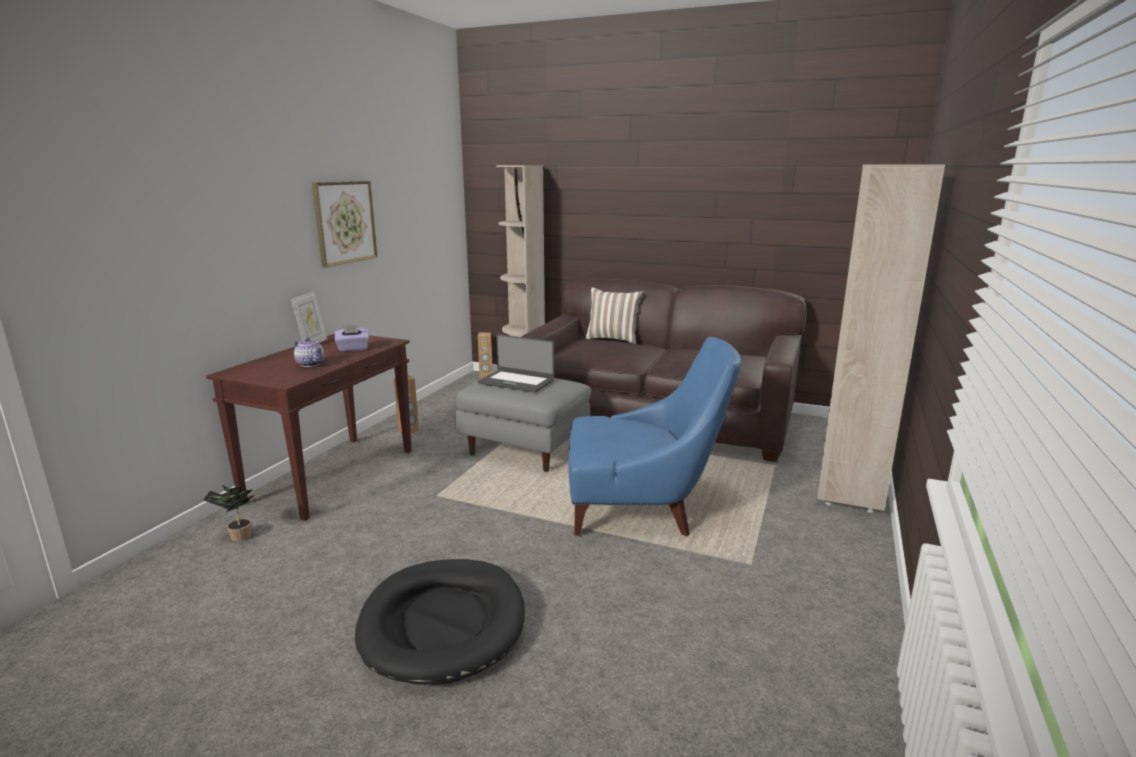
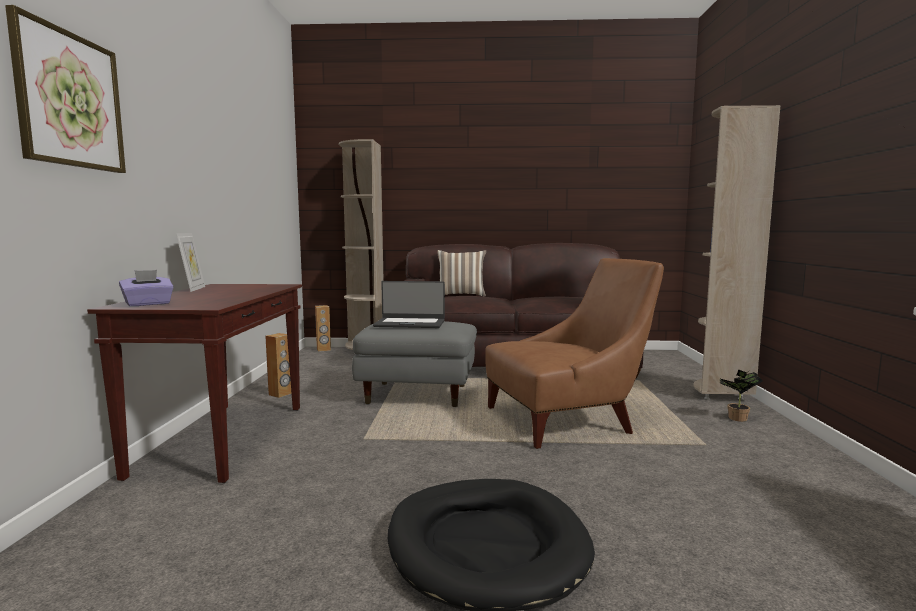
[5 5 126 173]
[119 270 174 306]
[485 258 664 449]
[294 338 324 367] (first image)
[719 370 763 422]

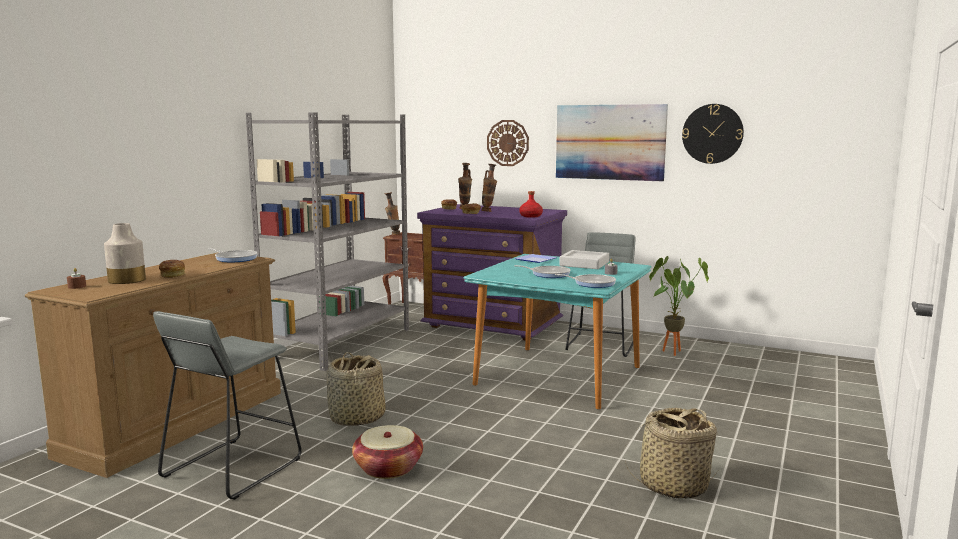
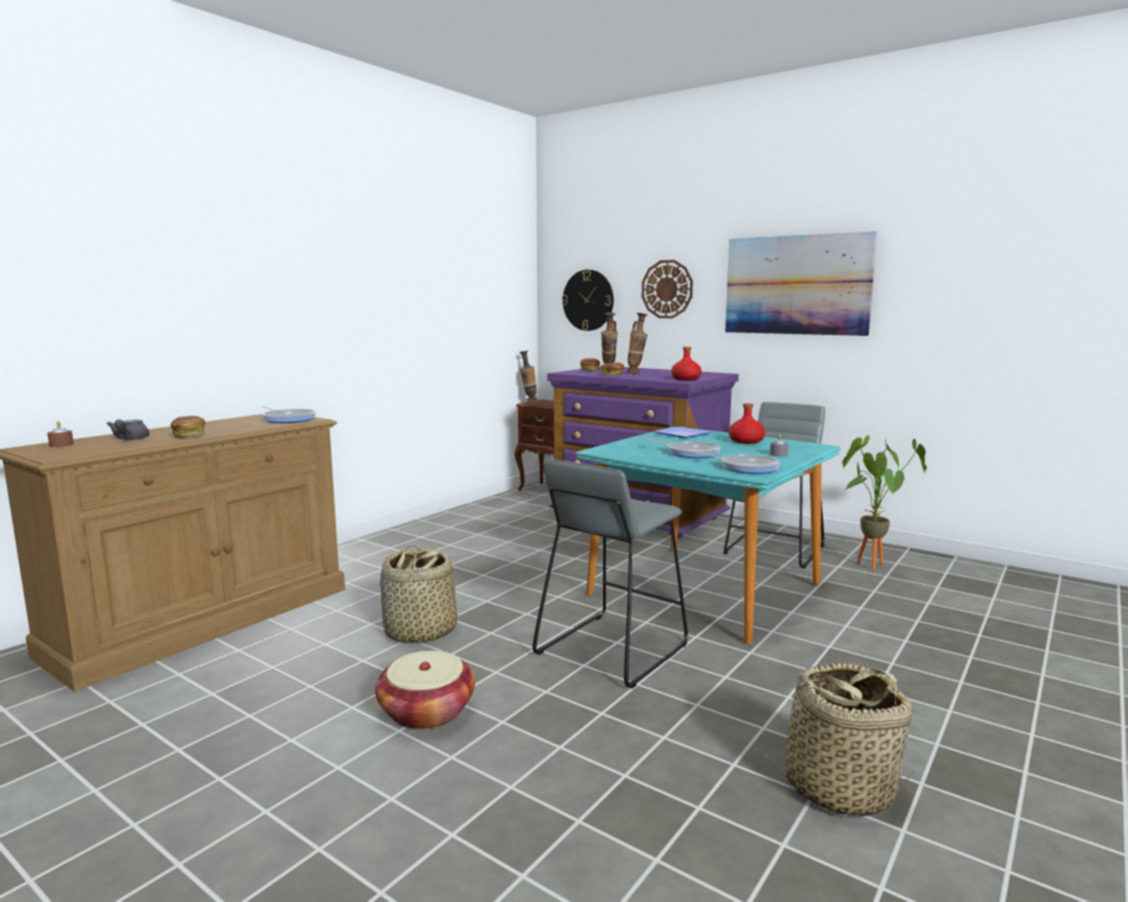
[562 270 614 331]
[246 113 409 371] (first image)
[107 419 150 440]
[729 403 765 444]
[532 459 688 689]

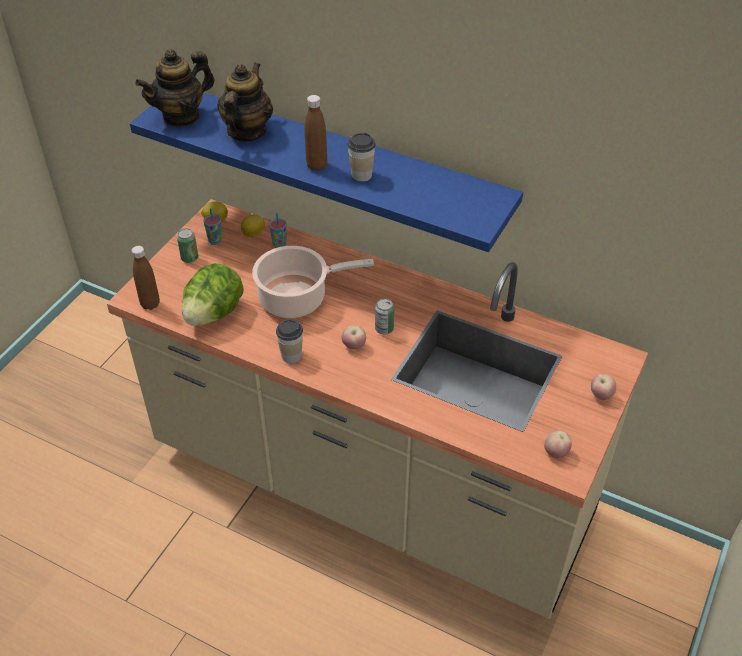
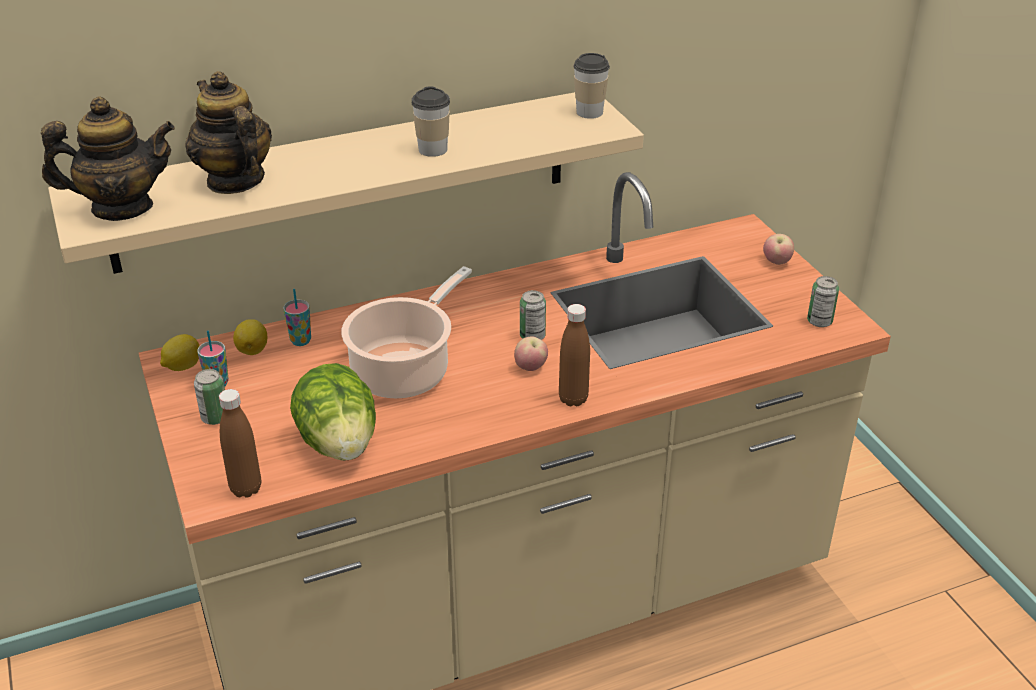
[41 96 175 221]
[48 92 644 274]
[559 304 590 407]
[573 53 610 119]
[807 276 839 327]

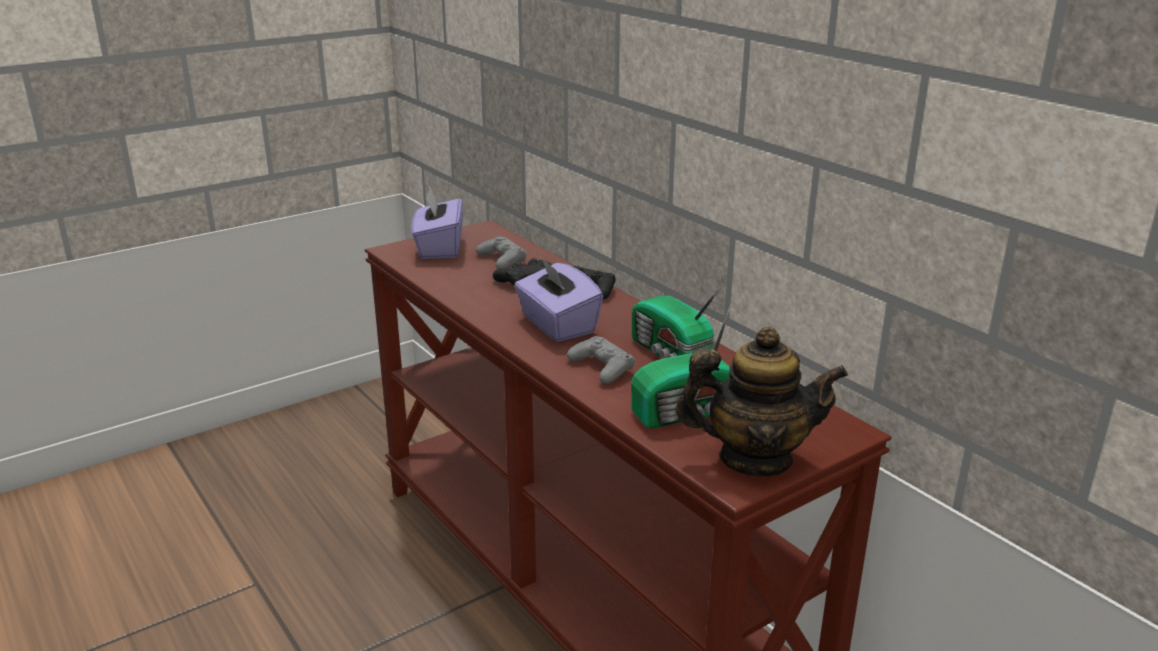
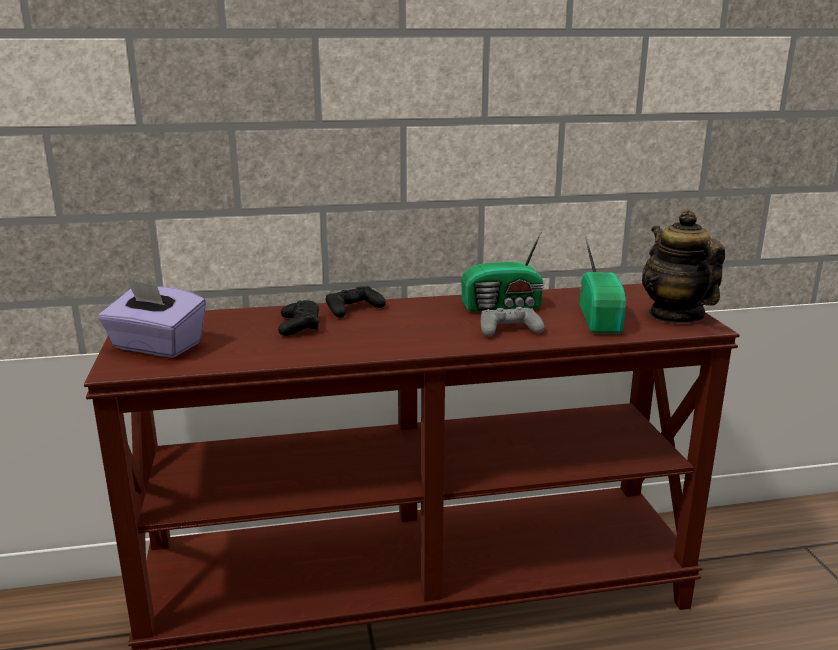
[476 236 527 269] (first image)
[514 257 603 342] (first image)
[642 210 725 324]

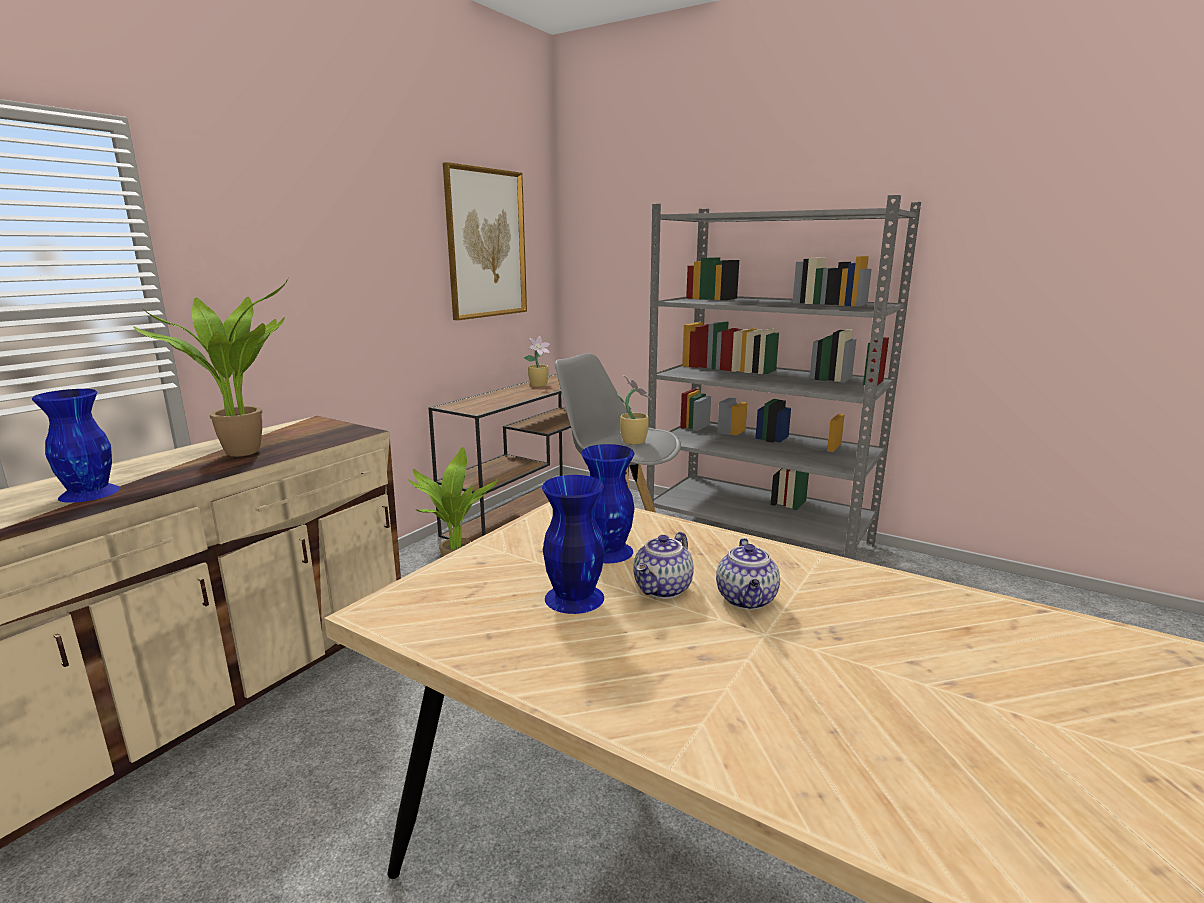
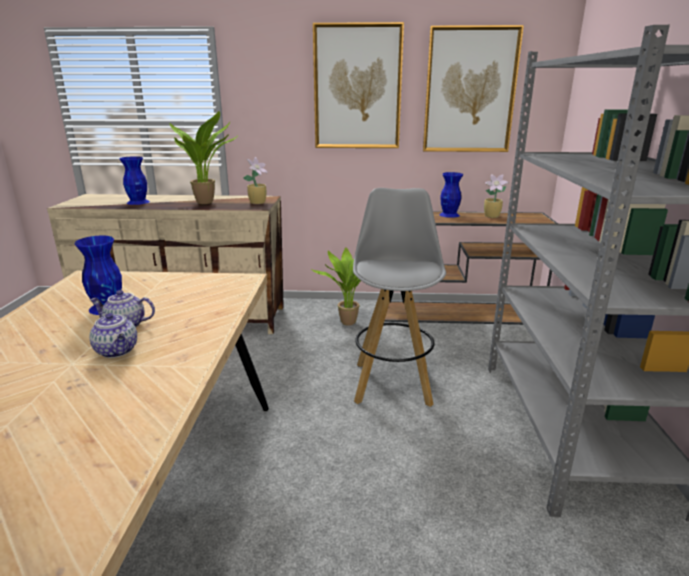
[243 157 268 204]
[439 172 463 218]
[89 312 137 358]
[313 22 404 148]

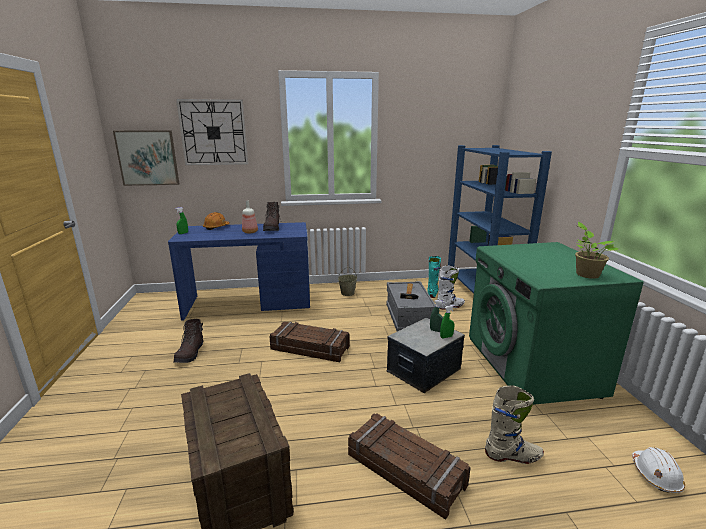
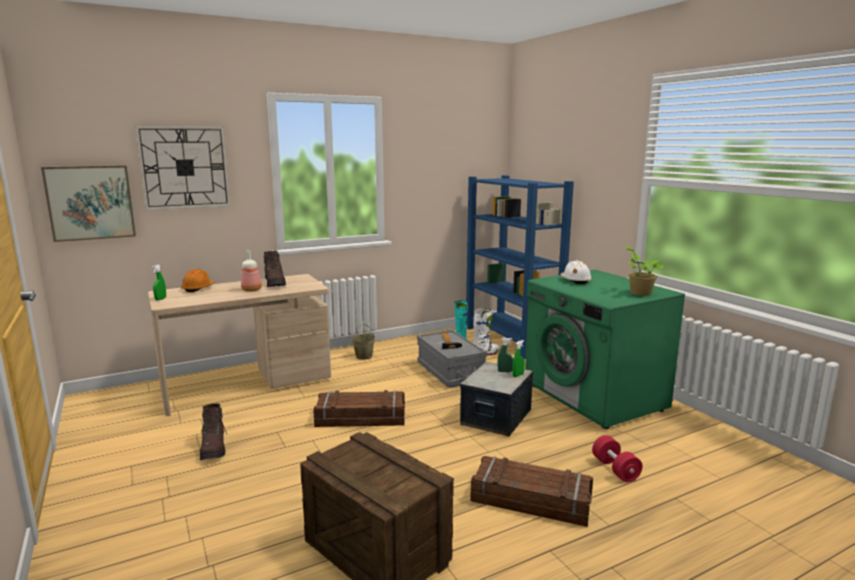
[148 274 331 416]
[592 435 642 482]
[560 260 592 284]

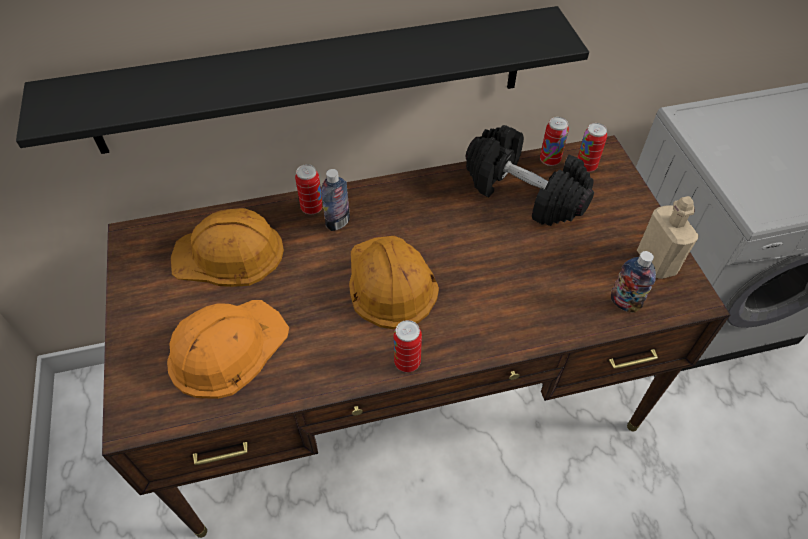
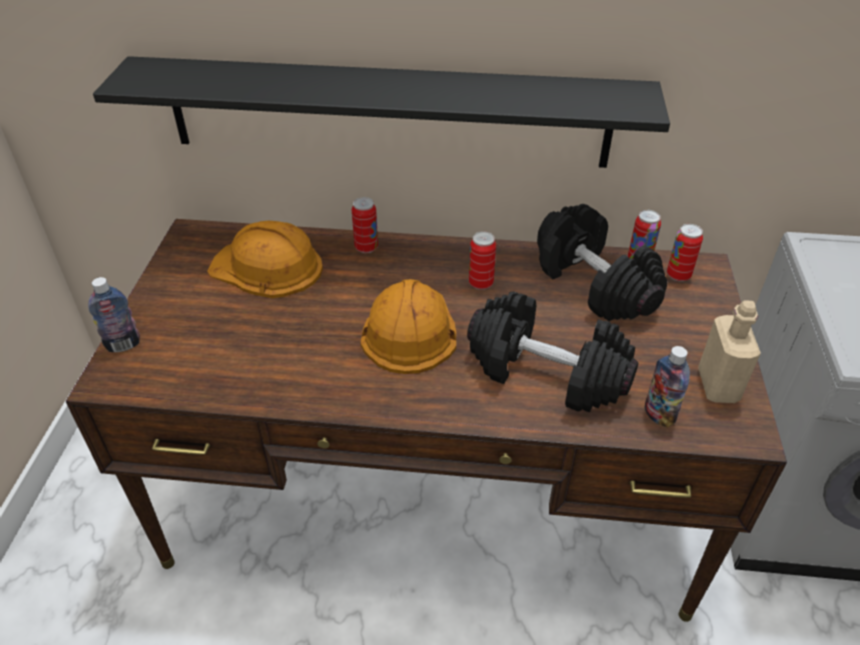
[88 277 140 352]
[167 300 289 399] (first image)
[469 231 496 290]
[467 291 638 412]

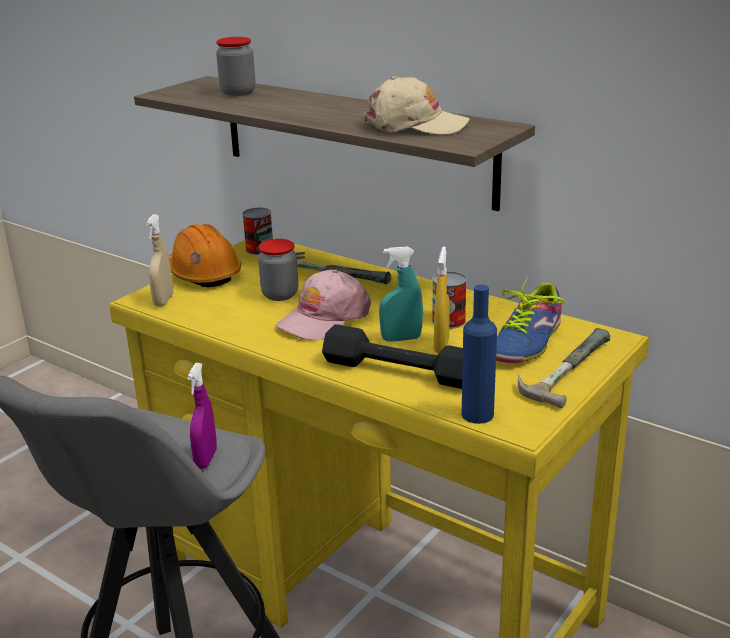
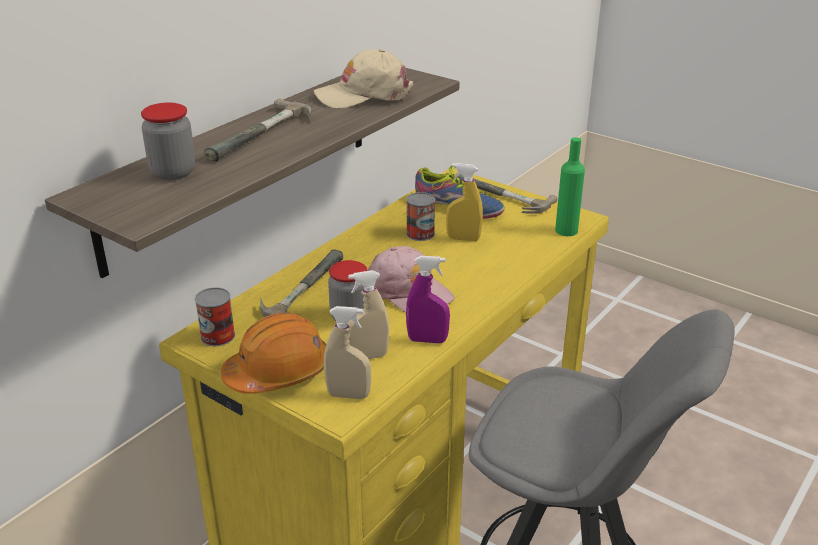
[314 49 413 108]
[379 247 423 342] (first image)
[555 137 585 236]
[322 324 463 389] (first image)
[406 256 450 343]
[204 98 312 162]
[347 270 389 359]

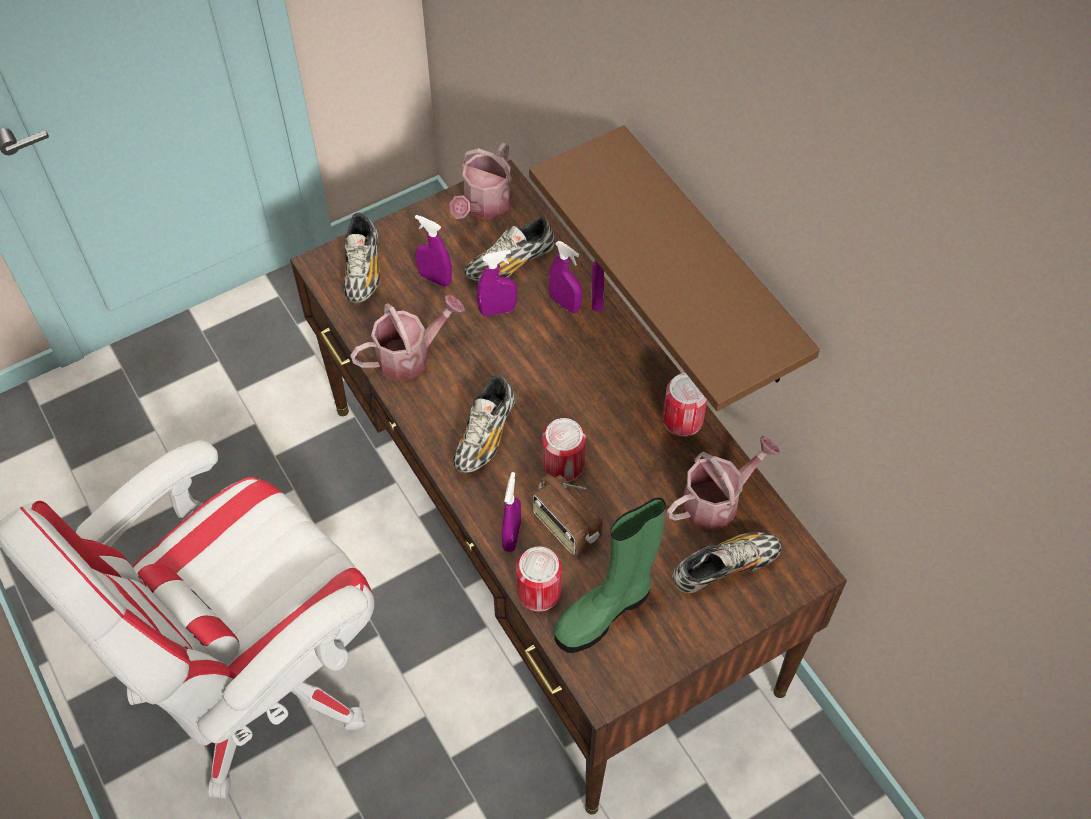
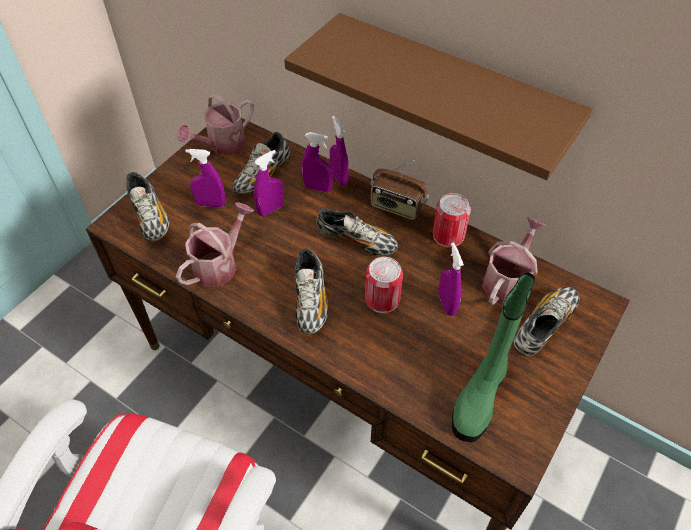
[177 94 254 155]
[438 242 464 316]
[371 160 429 220]
[516 547 562 611] (first image)
[316 208 398 256]

